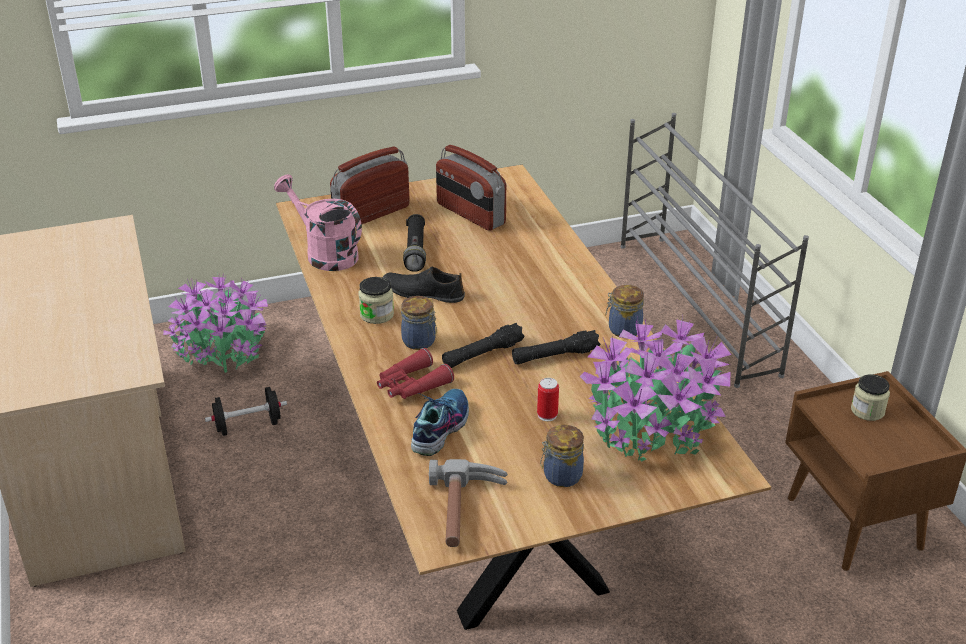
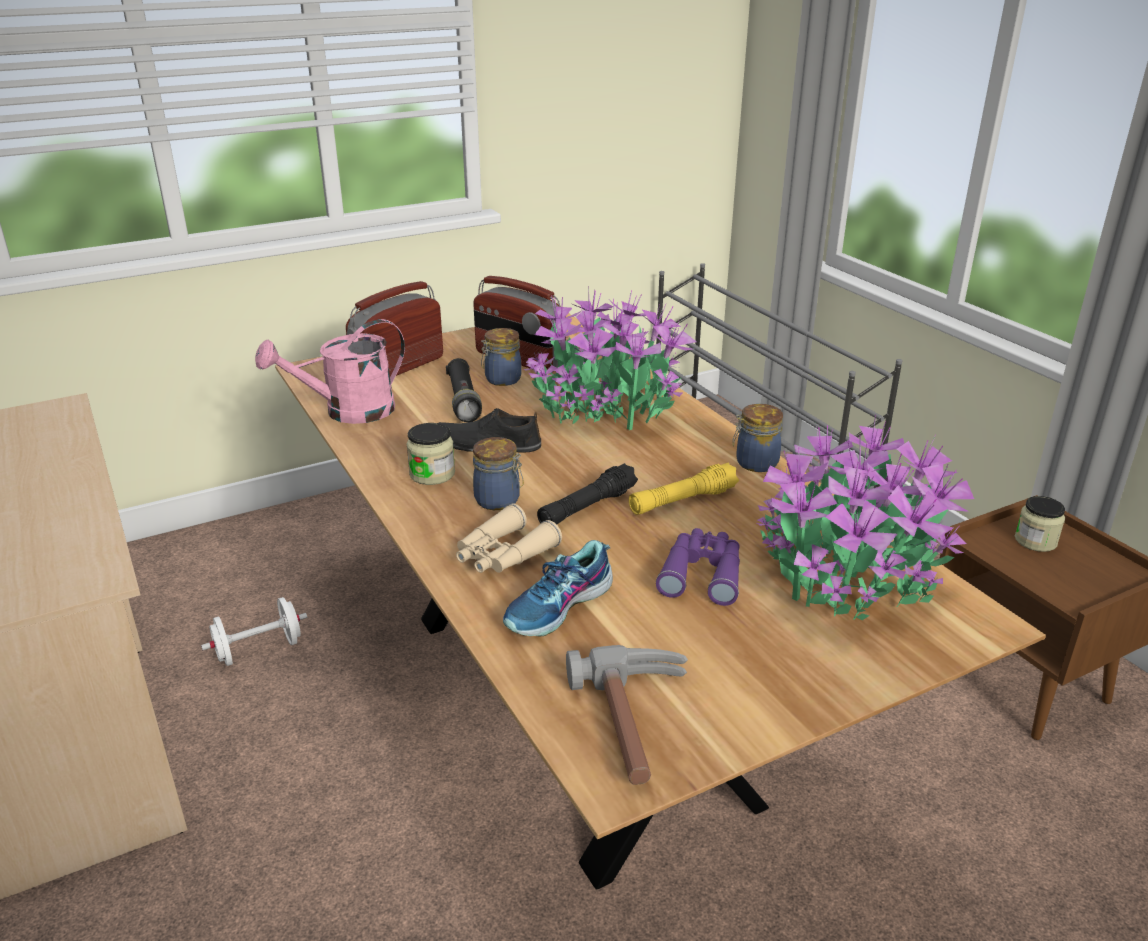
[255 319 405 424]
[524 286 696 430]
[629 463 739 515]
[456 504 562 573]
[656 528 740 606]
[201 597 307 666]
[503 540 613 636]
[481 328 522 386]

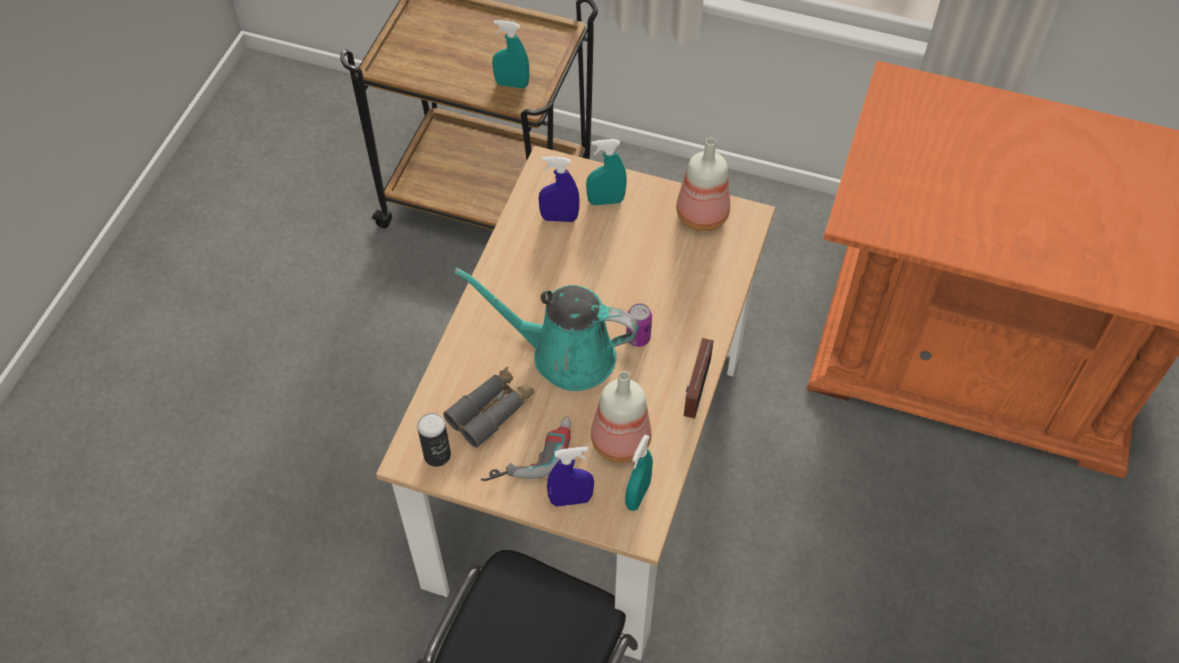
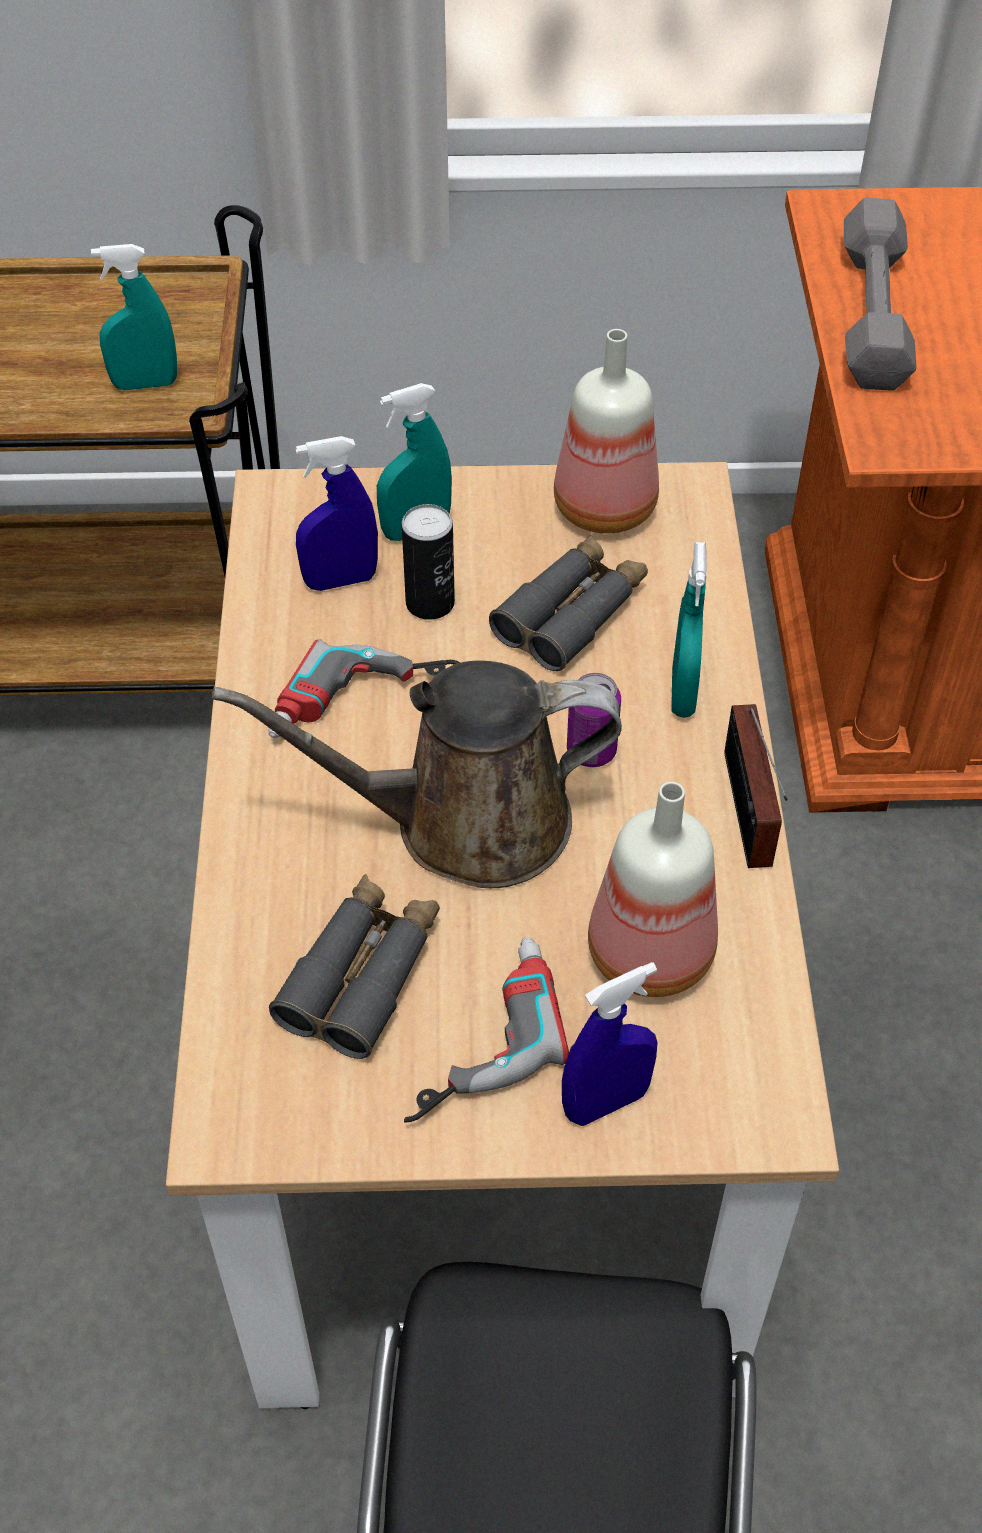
[212 660 622 888]
[402 504 455 620]
[671 542 707 718]
[844 198 916 390]
[489 535 648 671]
[269 639 460 738]

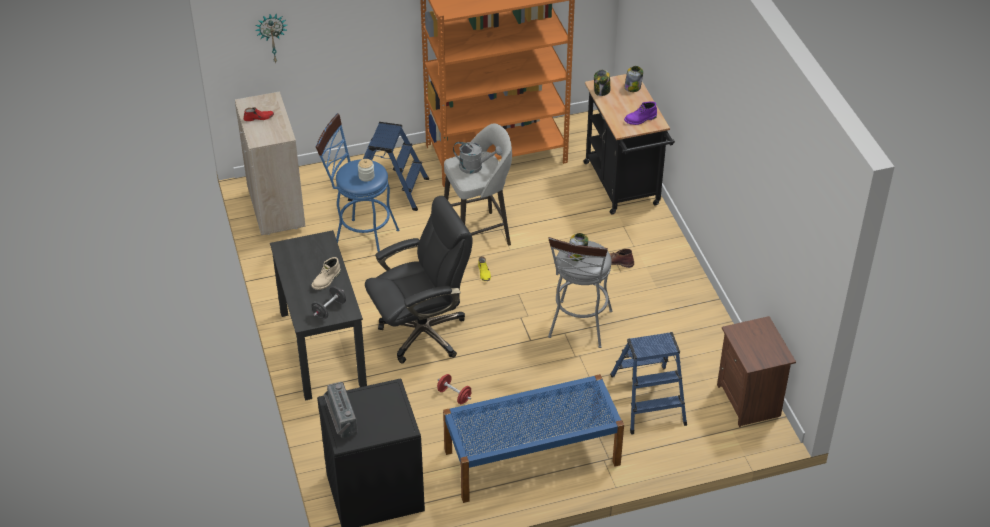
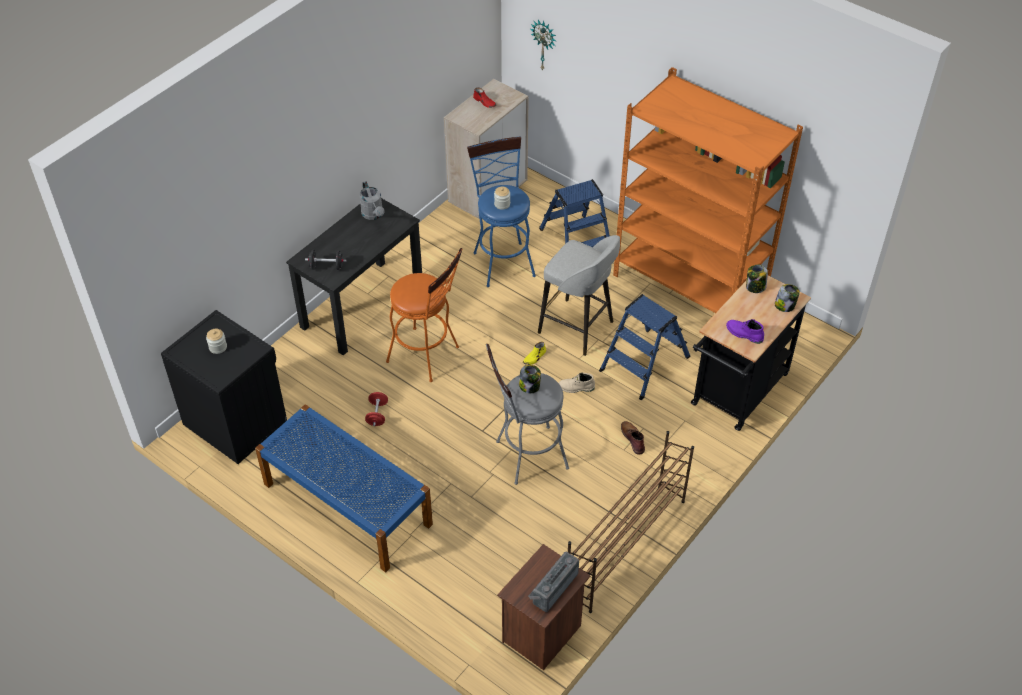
[359 181 384 220]
[386 248 463 382]
[559 372 595 393]
[599 294 690 400]
[528 551 579 612]
[206 329 227 354]
[568 431 694 613]

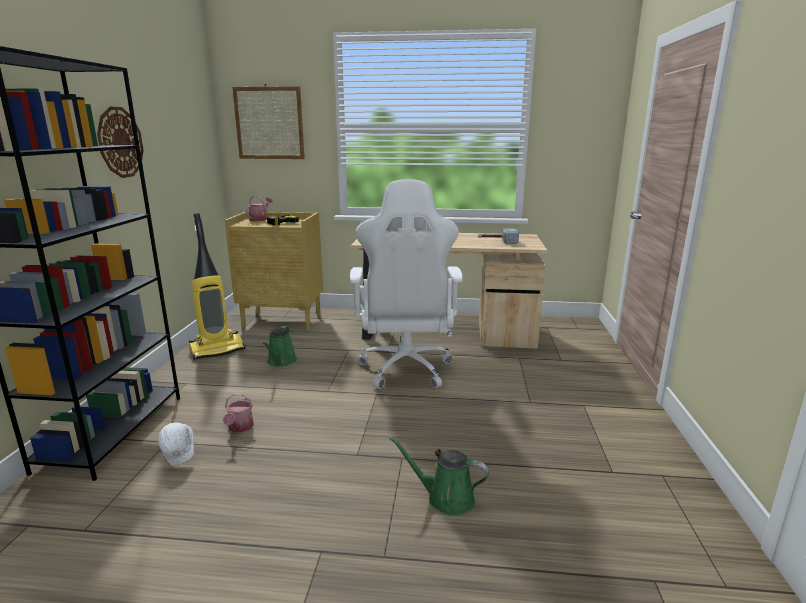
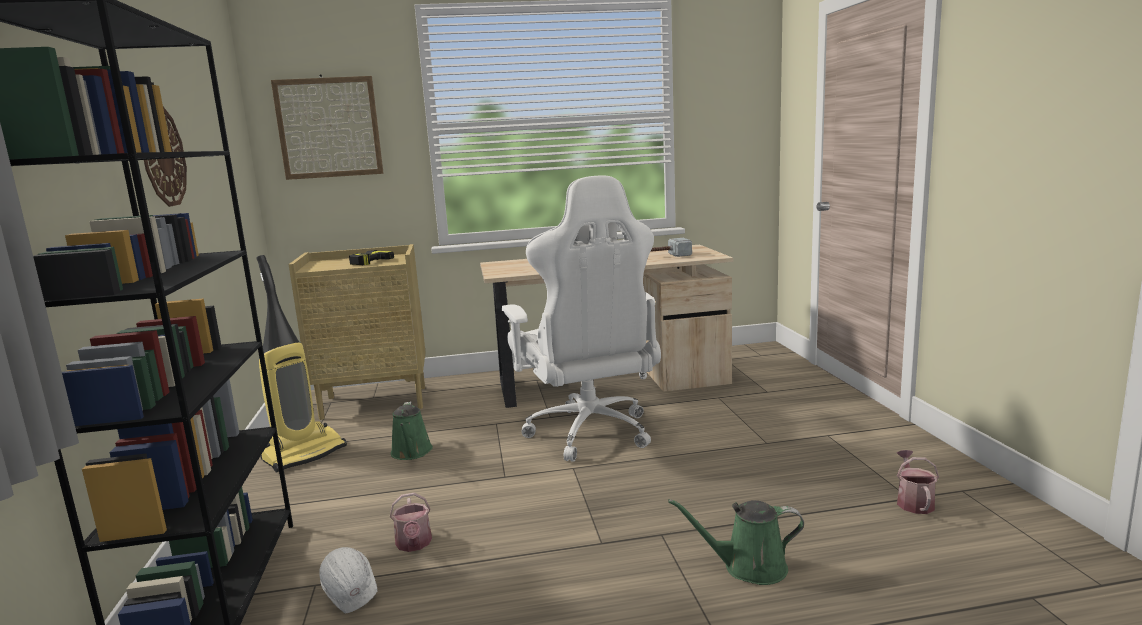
[897 450 939 514]

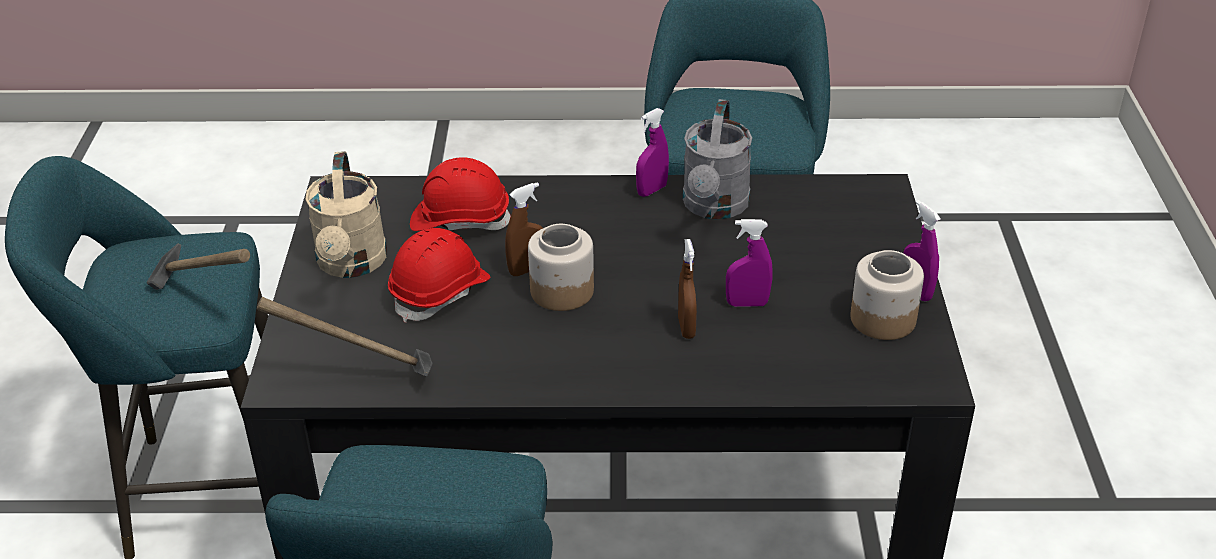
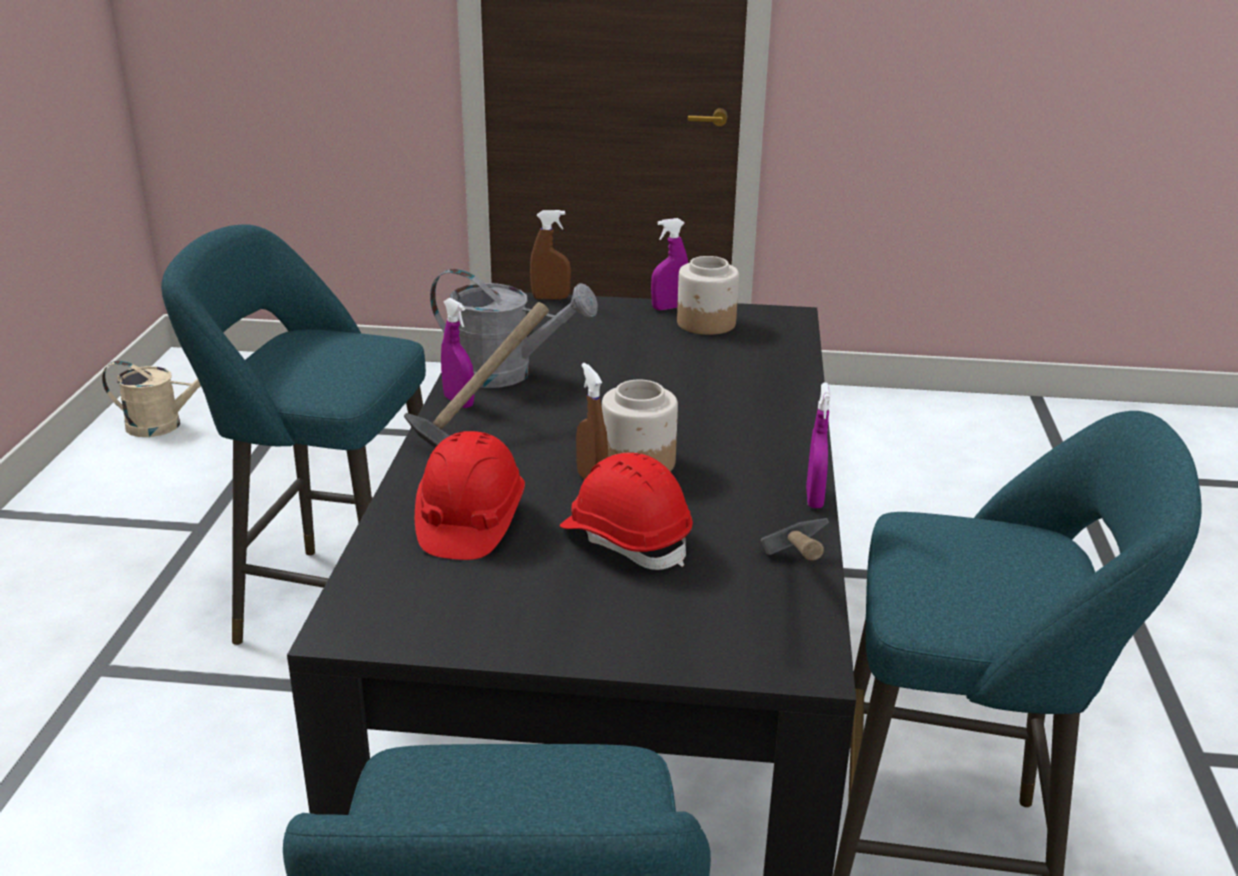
[102 361 201 437]
[806 383 831 508]
[530 210 571 300]
[404 302 549 448]

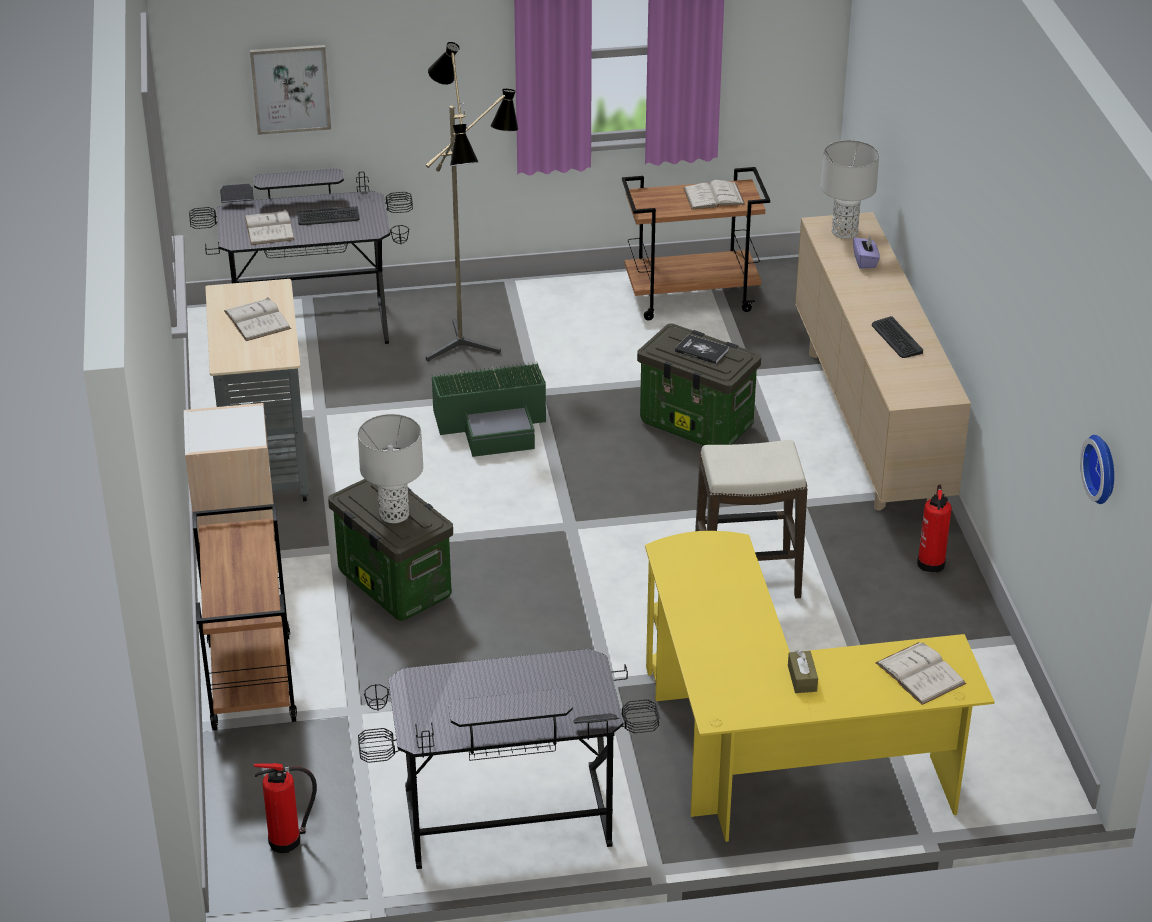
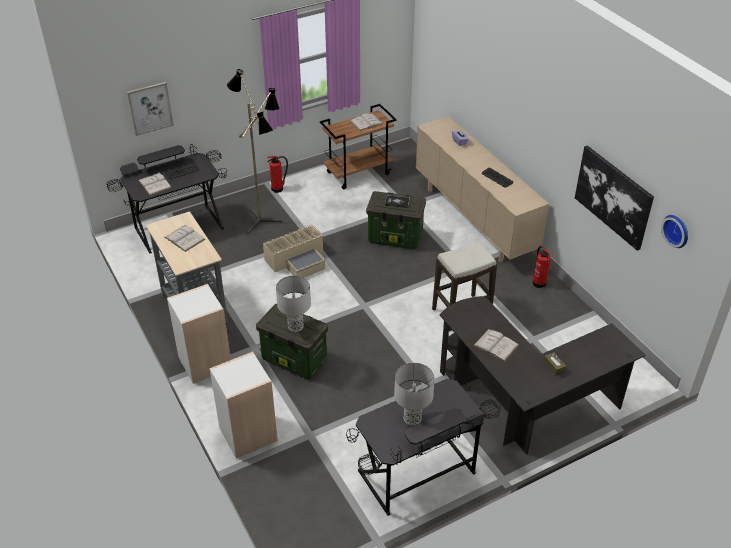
[394 363 434 426]
[263 224 325 278]
[209 352 278 459]
[440 296 646 455]
[473 329 519 362]
[267 156 288 193]
[575 145 654 251]

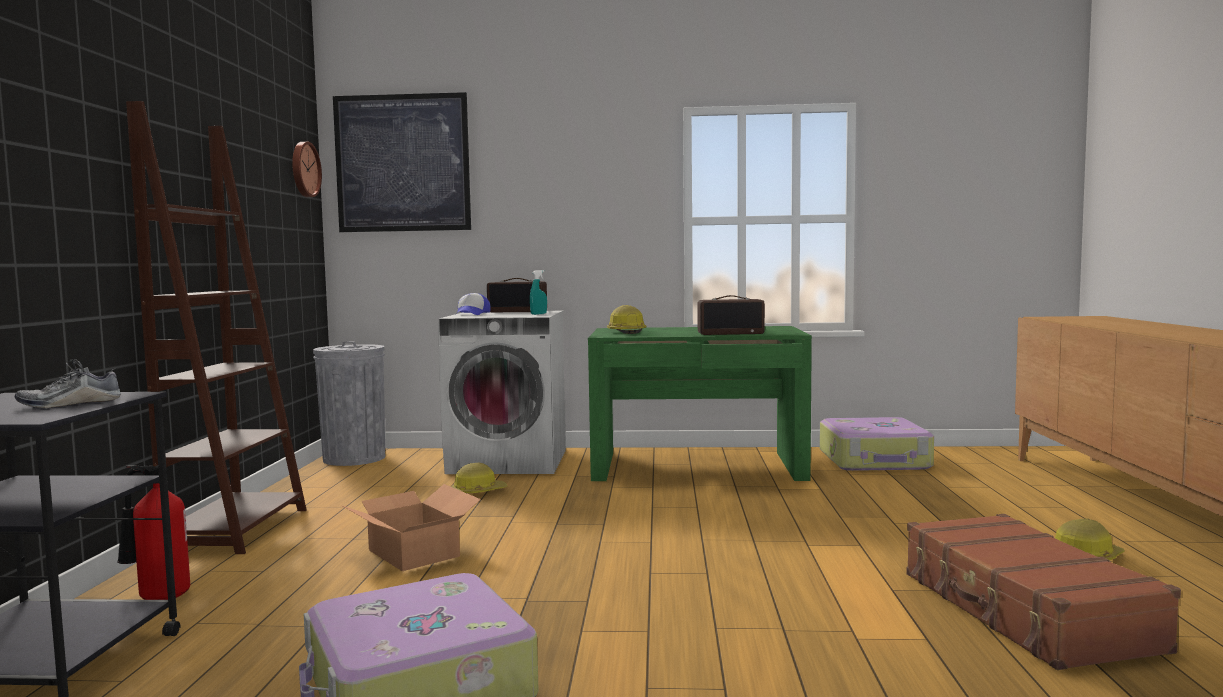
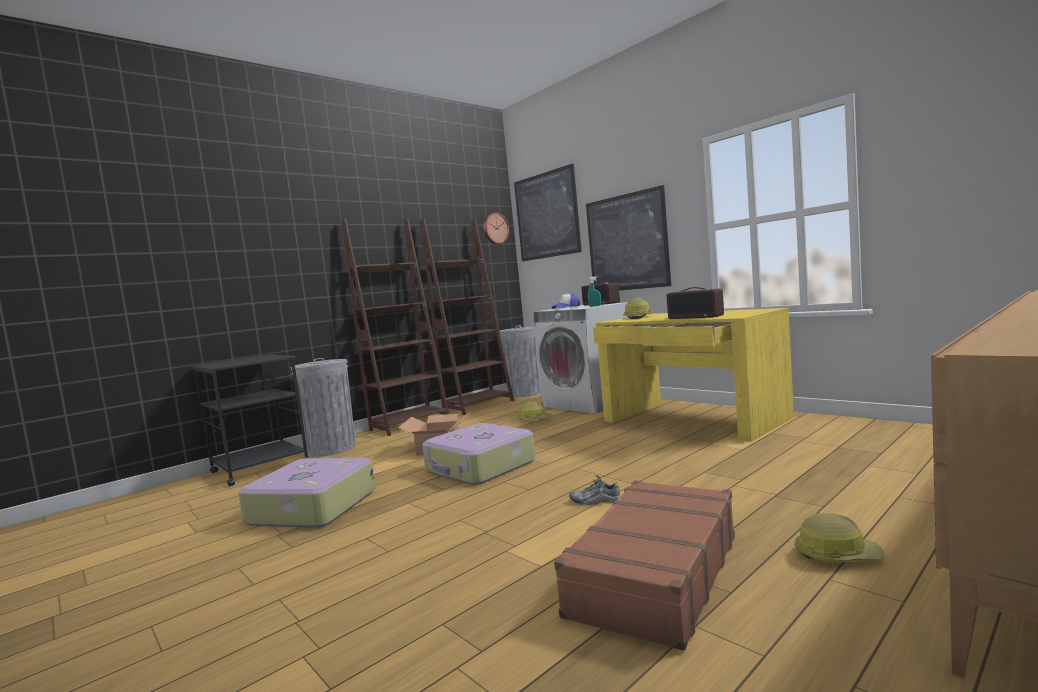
[593 308 794 442]
[569 475 621 506]
[422 423 535 485]
[291 358 356 457]
[586 185 671 290]
[420 219 514 415]

